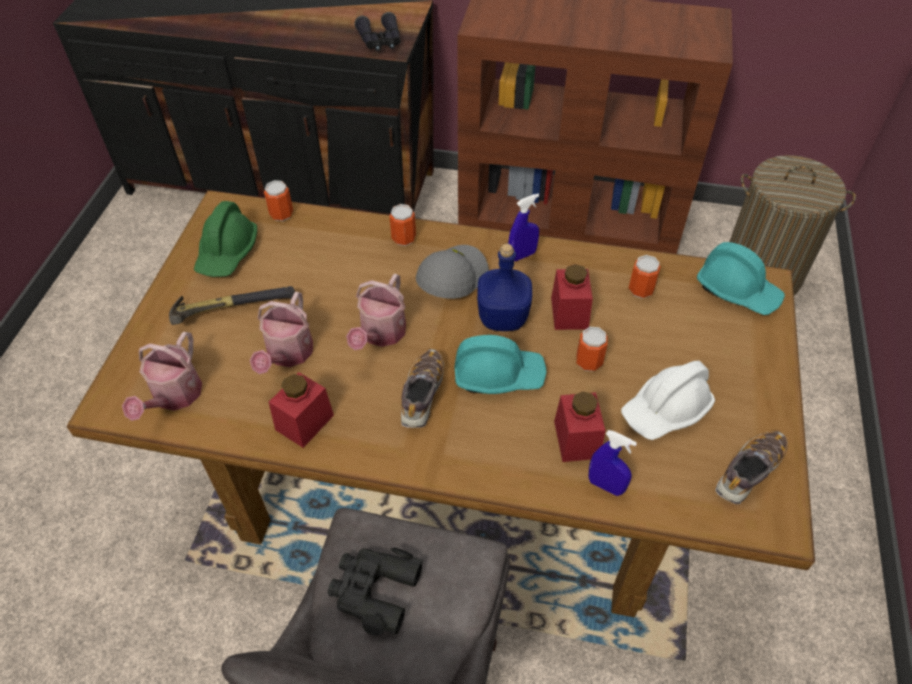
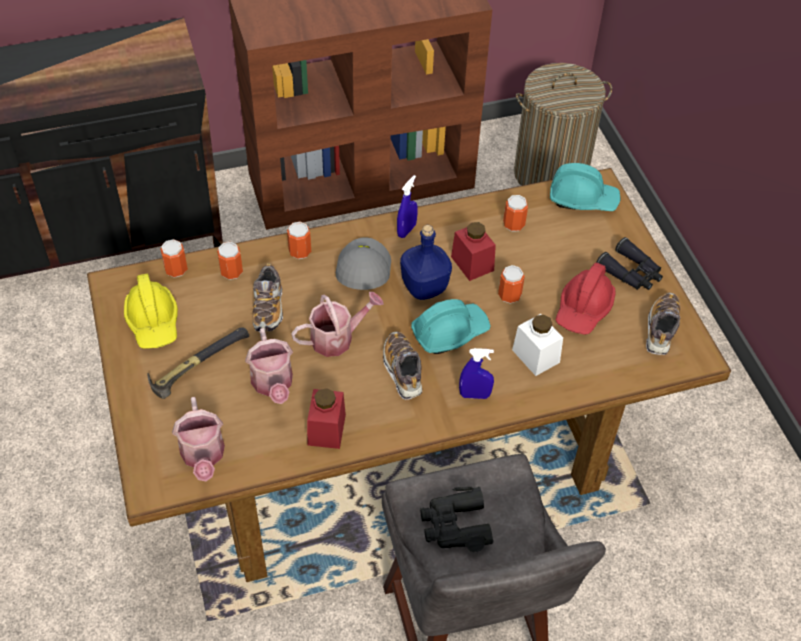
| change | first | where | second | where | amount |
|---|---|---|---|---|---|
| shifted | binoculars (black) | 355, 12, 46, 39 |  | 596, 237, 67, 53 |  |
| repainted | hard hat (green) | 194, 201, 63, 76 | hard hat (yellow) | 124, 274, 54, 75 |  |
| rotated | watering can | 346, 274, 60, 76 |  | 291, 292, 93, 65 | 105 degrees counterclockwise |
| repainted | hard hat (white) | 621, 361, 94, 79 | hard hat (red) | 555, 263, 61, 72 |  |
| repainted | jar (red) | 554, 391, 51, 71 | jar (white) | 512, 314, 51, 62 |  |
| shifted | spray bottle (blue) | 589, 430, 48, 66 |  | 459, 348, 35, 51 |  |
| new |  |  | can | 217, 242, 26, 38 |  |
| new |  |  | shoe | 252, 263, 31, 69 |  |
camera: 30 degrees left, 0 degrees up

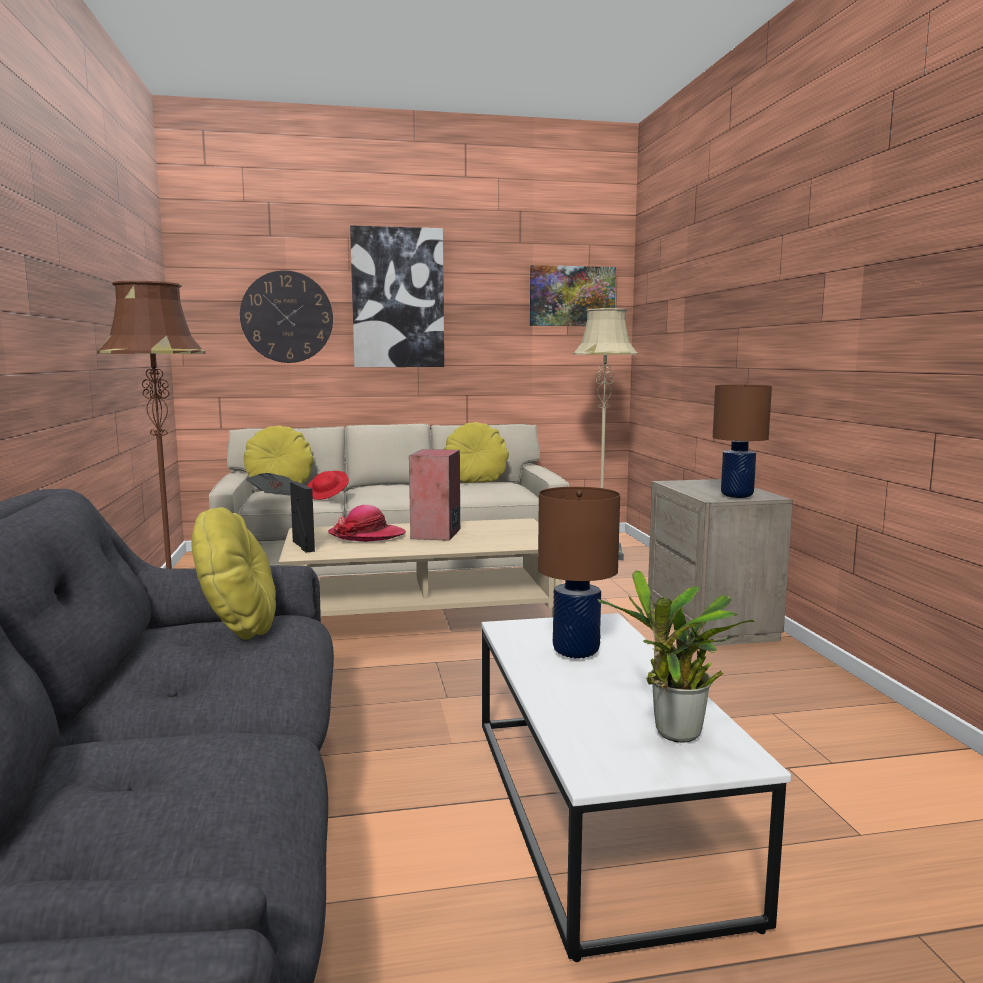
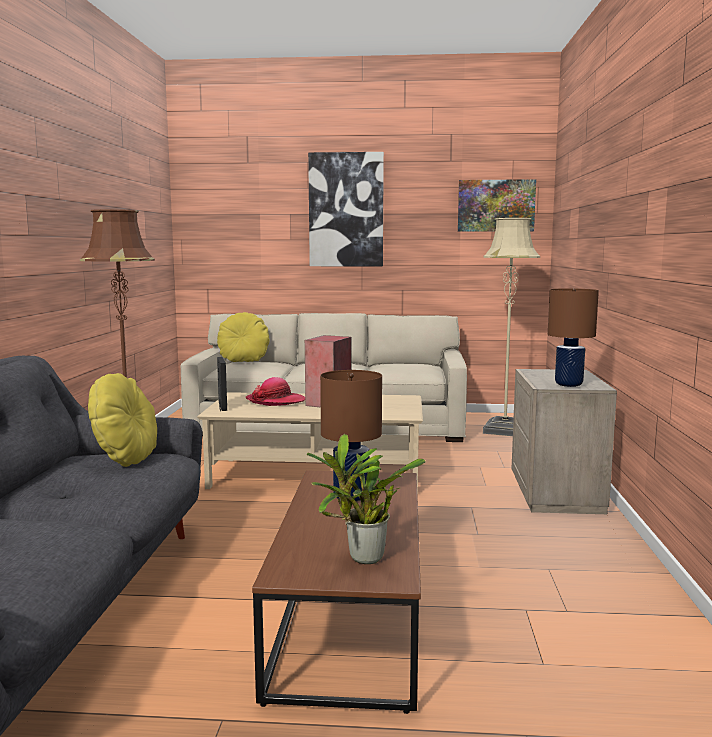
| change | first | where | second | where | amount |
|---|---|---|---|---|---|
| gone | wall clock | 240, 270, 93, 93 |  |  |  |
| gone | pillow (yellow) | 444, 422, 65, 61 |  |  |  |
| gone | hat (red) | 307, 471, 42, 29 |  |  |  |
| gone | newspaper | 246, 473, 48, 22 |  |  |  |
| repainted | coffee table (white) | 482, 613, 309, 349 | coffee table (brown) | 252, 470, 169, 244 |  |
camera: 15 degrees right, 0 degrees up

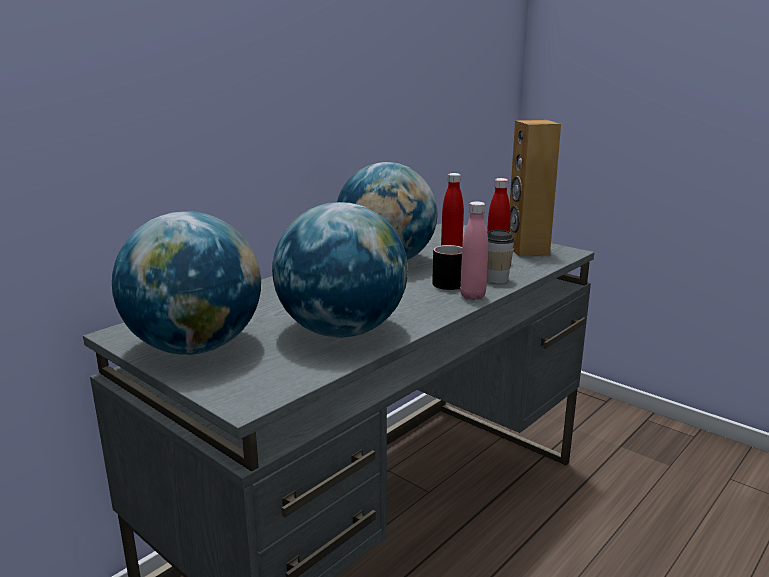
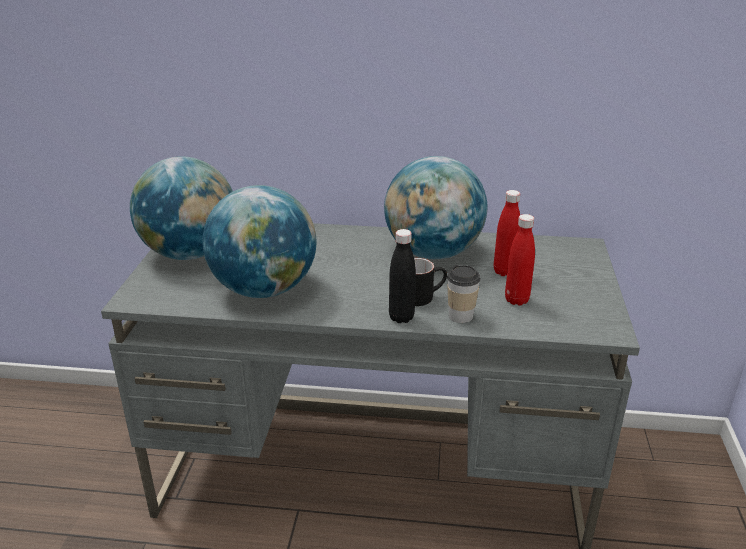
| change | first | where | second | where | amount |
|---|---|---|---|---|---|
| gone | speaker (brown) | 510, 120, 51, 136 |  |  |  |
| repainted | bottle (pink) | 460, 201, 28, 99 | bottle (black) | 389, 229, 27, 94 |  |
camera: 55 degrees right, 10 degrees up

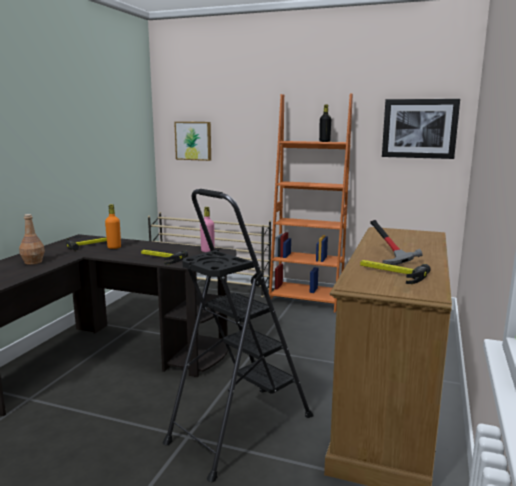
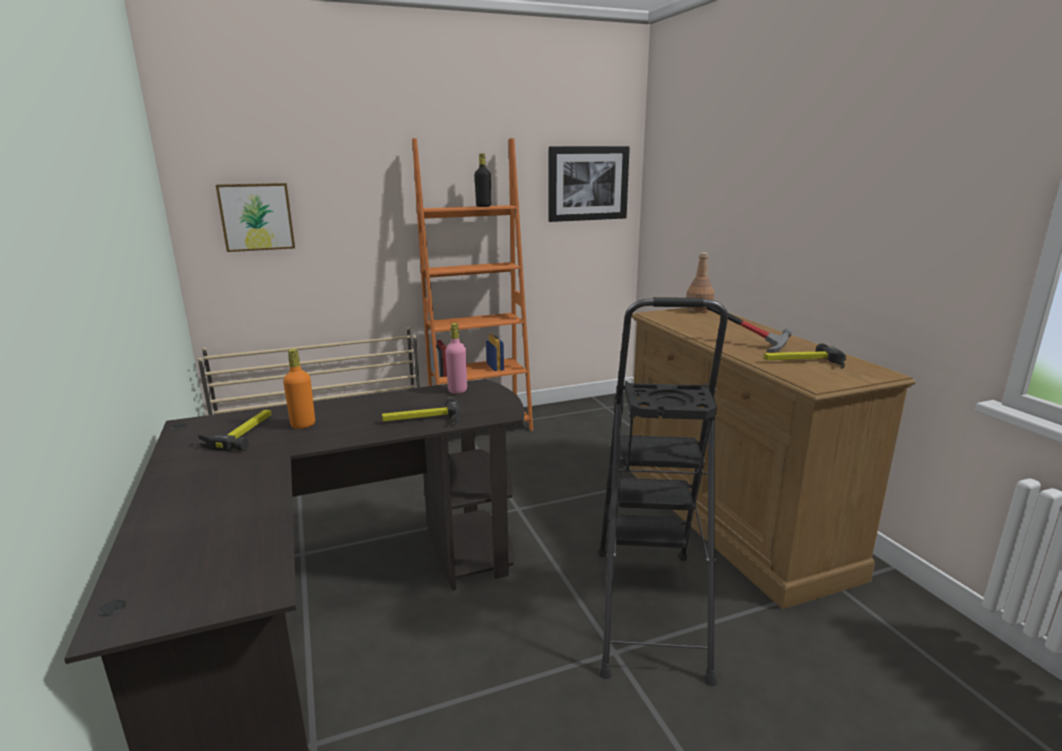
| change | first | where | second | where | amount |
|---|---|---|---|---|---|
| shifted | bottle (brown) | 19, 214, 26, 51 |  | 686, 253, 28, 60 |  |
camera: 40 degrees left, 5 degrees up

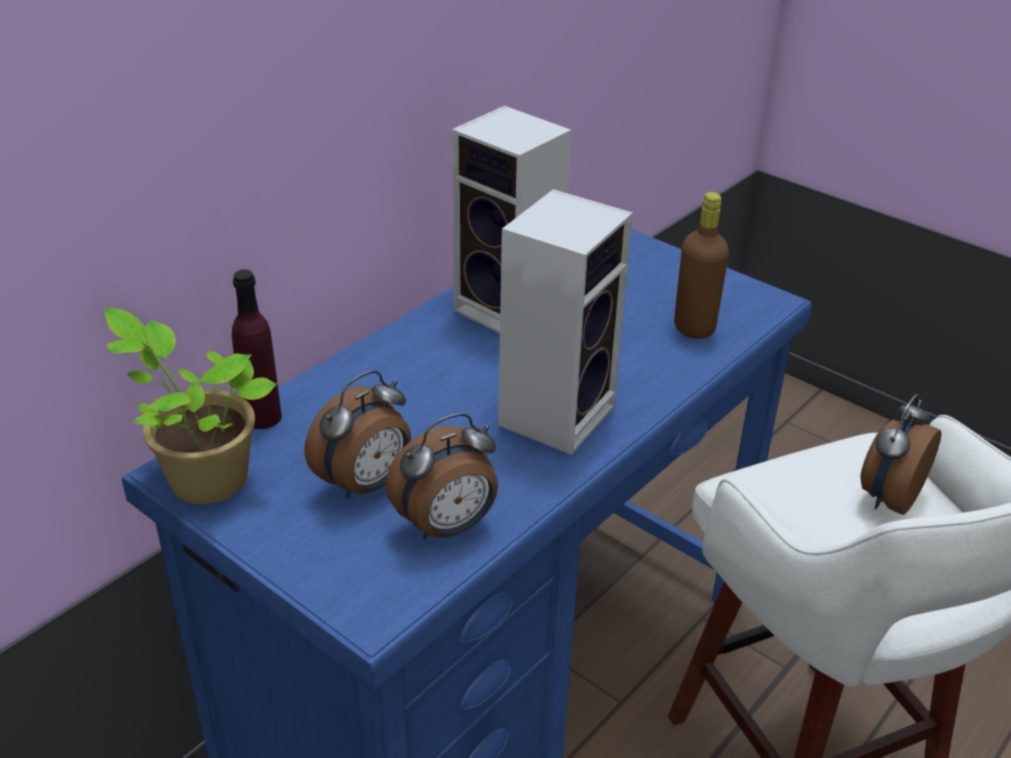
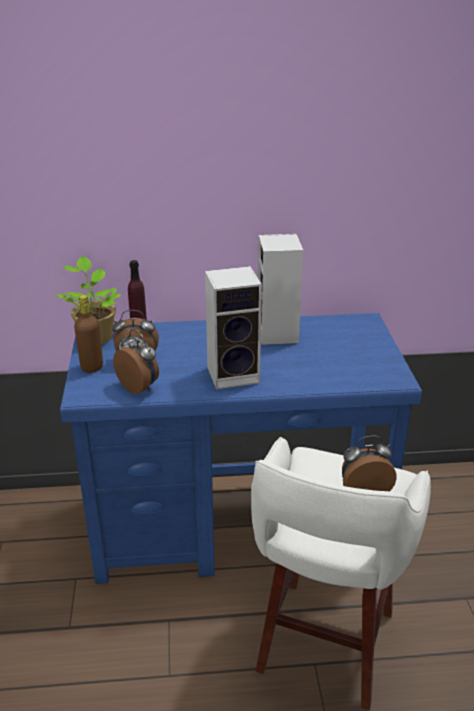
| change | first | where | second | where | amount |
|---|---|---|---|---|---|
| shifted | bottle (brown) | 674, 192, 55, 147 |  | 74, 295, 29, 78 |  |
| rotated | alarm clock | 385, 413, 113, 126 |  | 113, 330, 46, 64 | 150 degrees counterclockwise |
camera: 45 degrees right, 5 degrees down

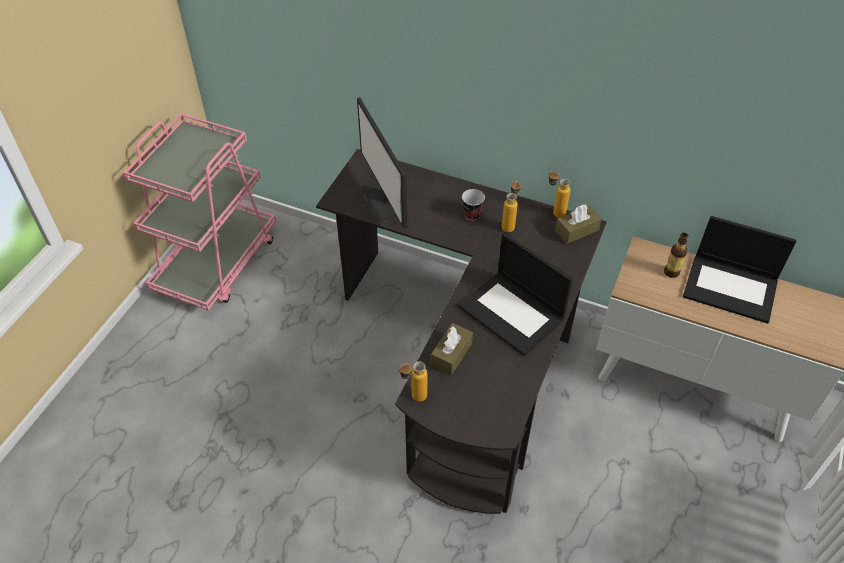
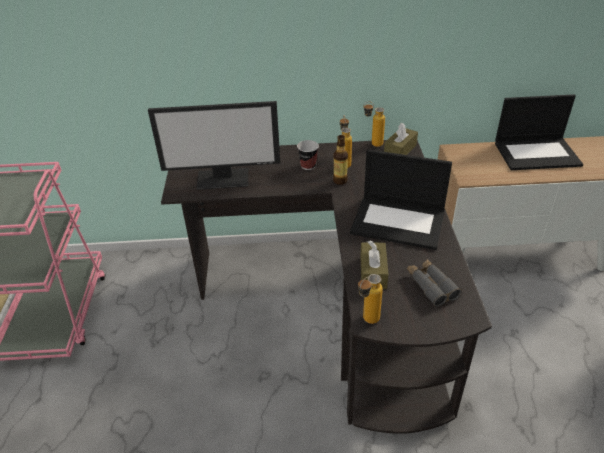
| change | first | where | second | where | amount |
|---|---|---|---|---|---|
| rotated | monitor | 357, 97, 51, 132 |  | 148, 101, 132, 89 | 45 degrees counterclockwise |
| shifted | bottle | 664, 232, 25, 46 |  | 333, 135, 15, 50 |  |
| new |  |  | binoculars (grey) | 407, 259, 54, 48 |  |
camera: 25 degrees left, 10 degrees down

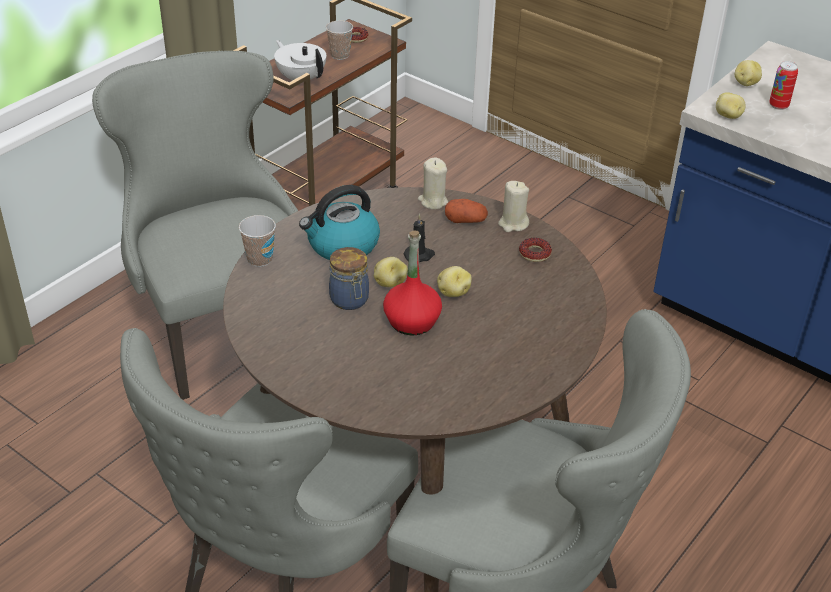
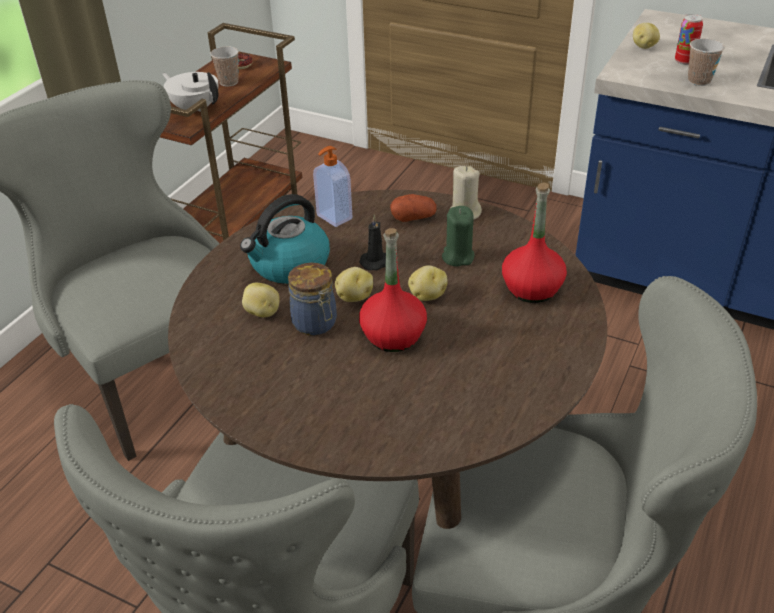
| change | first | where | second | where | amount |
|---|---|---|---|---|---|
| shifted | potato | 716, 92, 30, 27 |  | 242, 283, 38, 35 |  |
| gone | candle (beige) | 418, 158, 30, 51 |  |  |  |
| shifted | cup | 239, 215, 37, 52 |  | 688, 38, 37, 48 |  |
| gone | donut | 519, 238, 33, 24 |  |  |  |
| new |  |  | soap dispenser | 313, 146, 39, 81 |  |
| new |  |  | bottle (red) | 502, 182, 65, 121 |  |
| new |  |  | candle (green) | 442, 206, 33, 61 |  |
camera: 10 degrees left, 0 degrees up

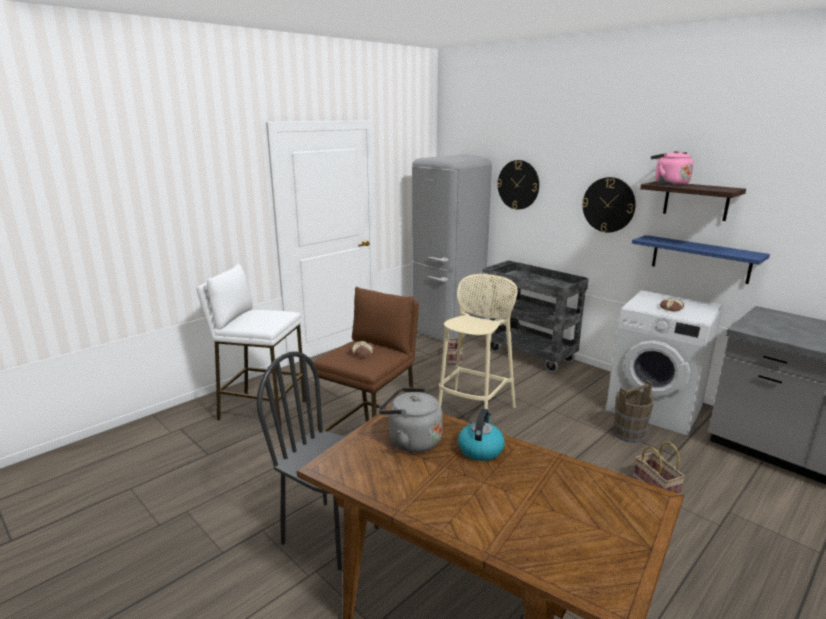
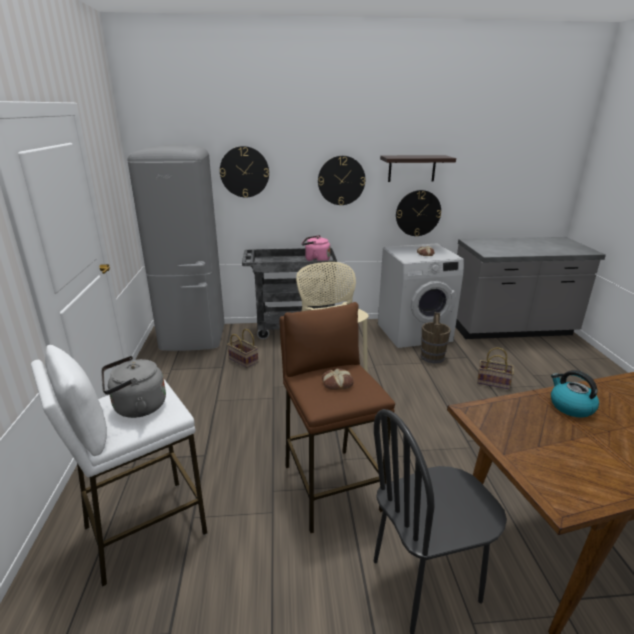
| change | first | where | second | where | amount |
|---|---|---|---|---|---|
| shifted | kettle (pink) | 651, 150, 43, 35 |  | 302, 235, 29, 26 |  |
| swapped | shelf (blue) | 632, 235, 138, 49 | wall clock | 396, 190, 45, 46 |  |
| shifted | kettle (grey) | 379, 388, 64, 64 |  | 101, 356, 65, 62 |  |
camera: 50 degrees left, 5 degrees up

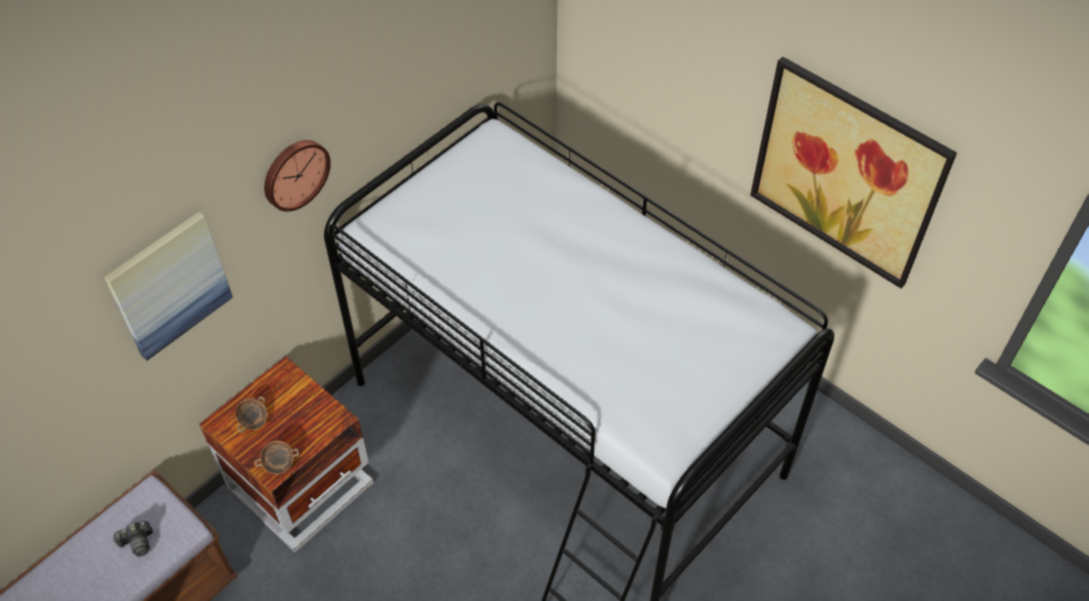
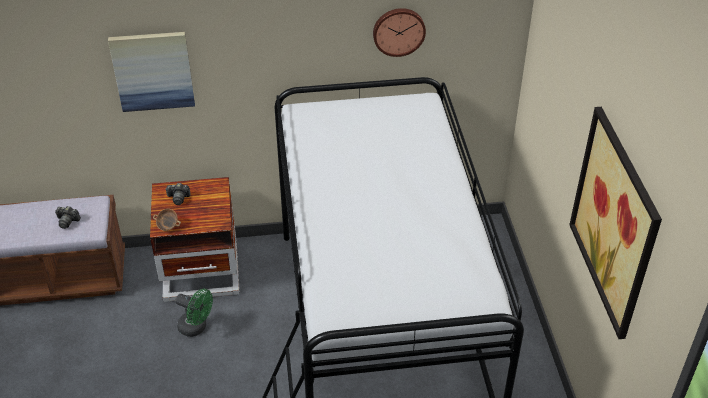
| change | first | where | second | where | amount |
|---|---|---|---|---|---|
| shifted | wall clock | 264, 140, 67, 72 |  | 373, 8, 53, 49 |  |
| swapped | bowl | 235, 396, 32, 37 | photo camera | 165, 183, 26, 22 |  |
| new |  |  | fan (green) | 176, 289, 37, 48 |  |
camera: 40 degrees right, 10 degrees down

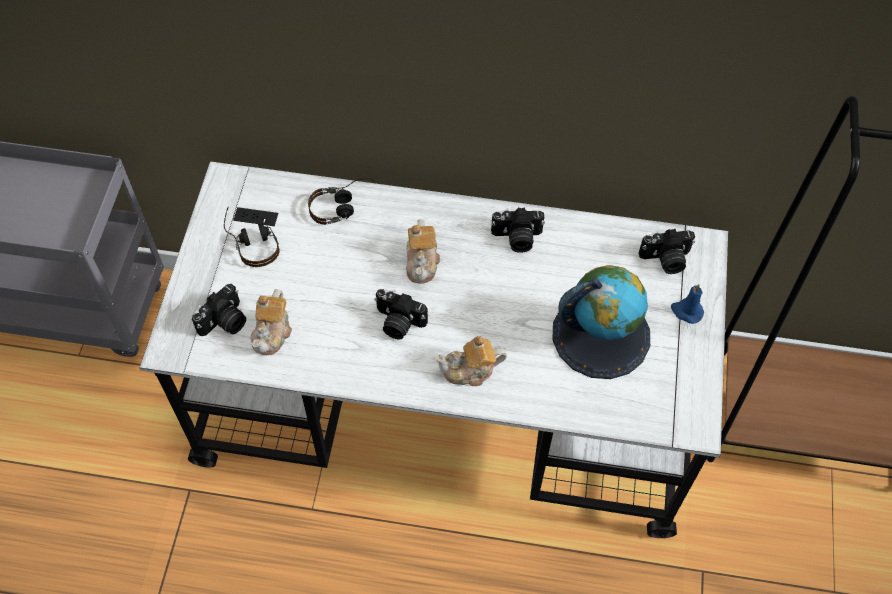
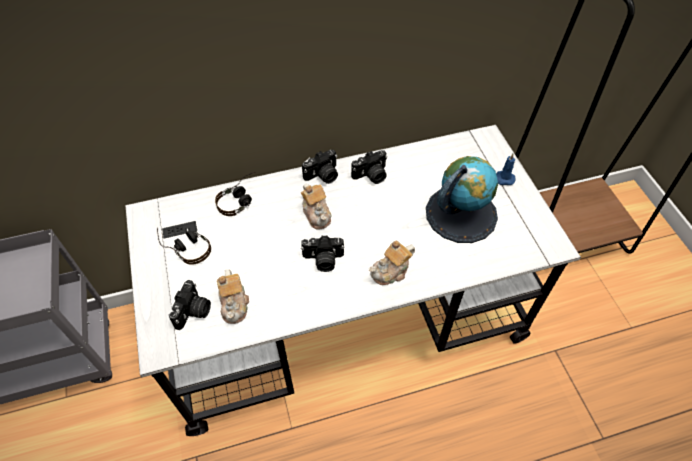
| change | first | where | second | where | amount |
|---|---|---|---|---|---|
| shifted | photo camera | 639, 229, 56, 45 |  | 302, 150, 36, 34 |  |
camera: 25 degrees left, 5 degrees down

